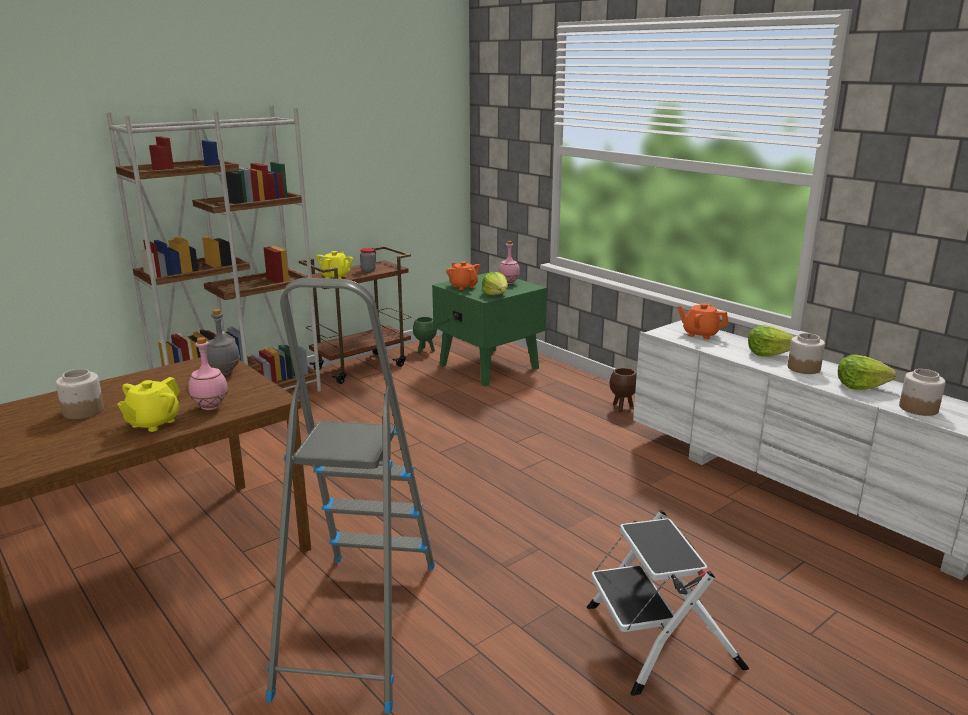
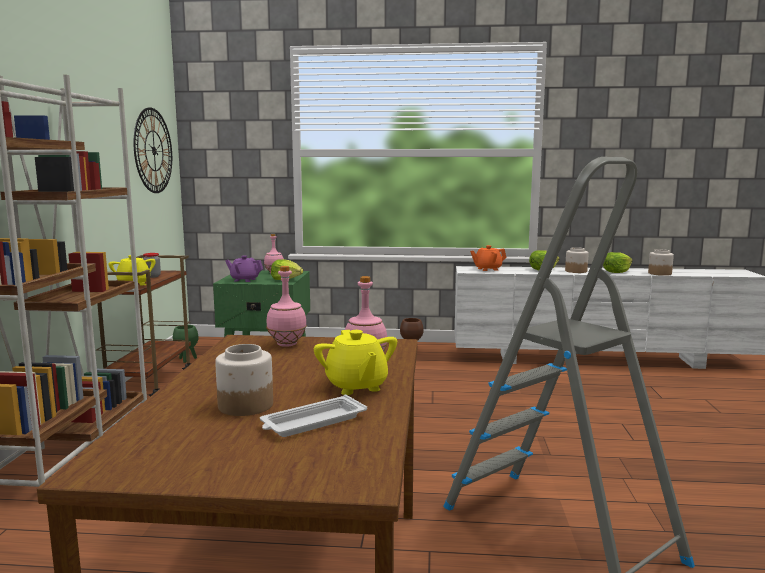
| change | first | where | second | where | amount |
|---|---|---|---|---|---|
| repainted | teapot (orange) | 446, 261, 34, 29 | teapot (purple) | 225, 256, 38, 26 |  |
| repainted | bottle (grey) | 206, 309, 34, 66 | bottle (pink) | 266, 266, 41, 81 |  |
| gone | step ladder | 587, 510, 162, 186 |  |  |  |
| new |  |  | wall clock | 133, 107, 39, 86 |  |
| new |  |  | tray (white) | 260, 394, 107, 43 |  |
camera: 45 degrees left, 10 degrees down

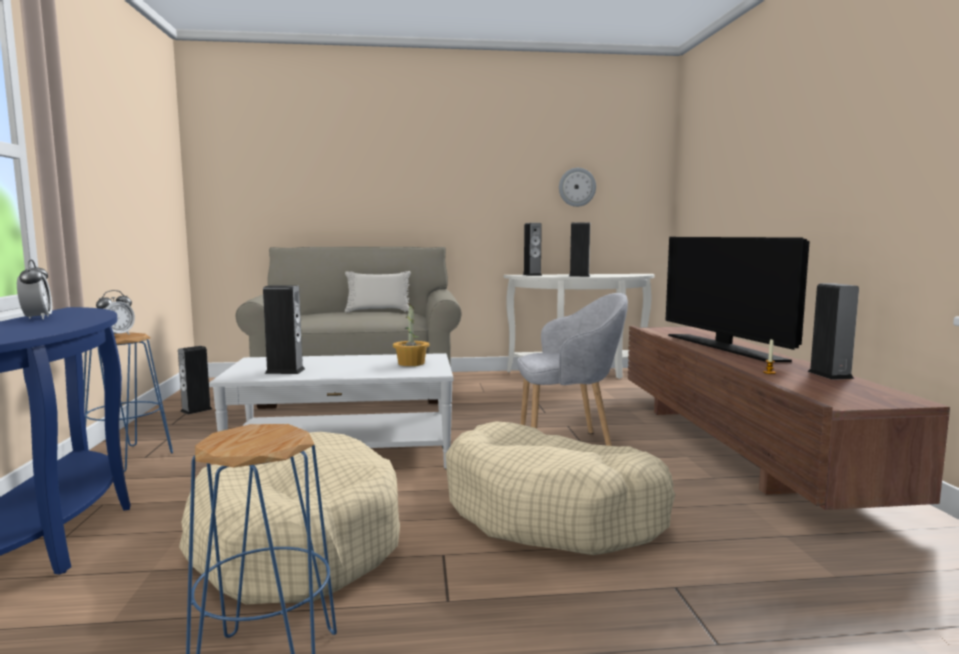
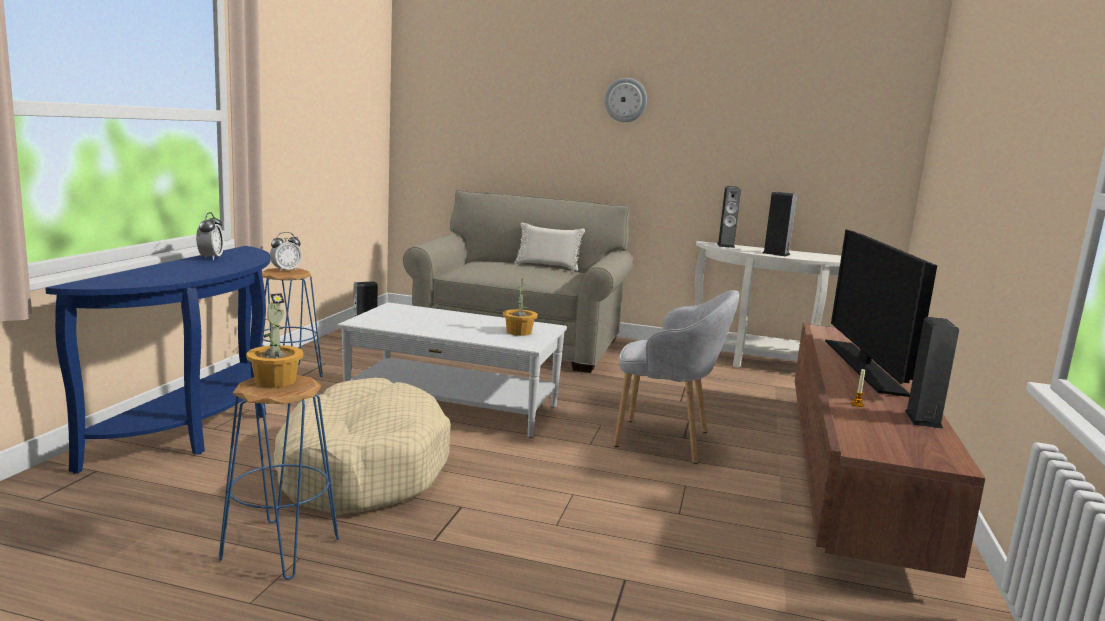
| change | first | where | second | where | amount |
|---|---|---|---|---|---|
| shifted | wall clock | 559, 168, 37, 39 |  | 604, 78, 43, 44 |  |
| gone | speaker | 263, 286, 42, 88 |  |  |  |
| gone | dog bed (beige) | 446, 421, 230, 134 |  |  |  |
| new |  |  | potted plant | 246, 293, 57, 95 |  |
camera: 20 degrees right, 5 degrees up

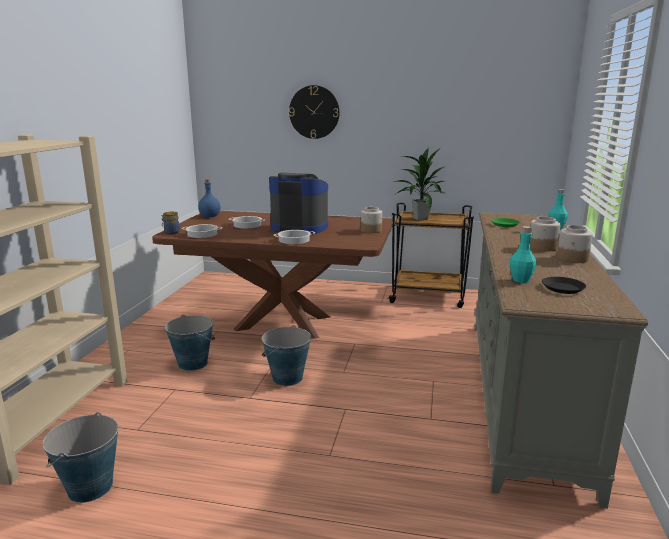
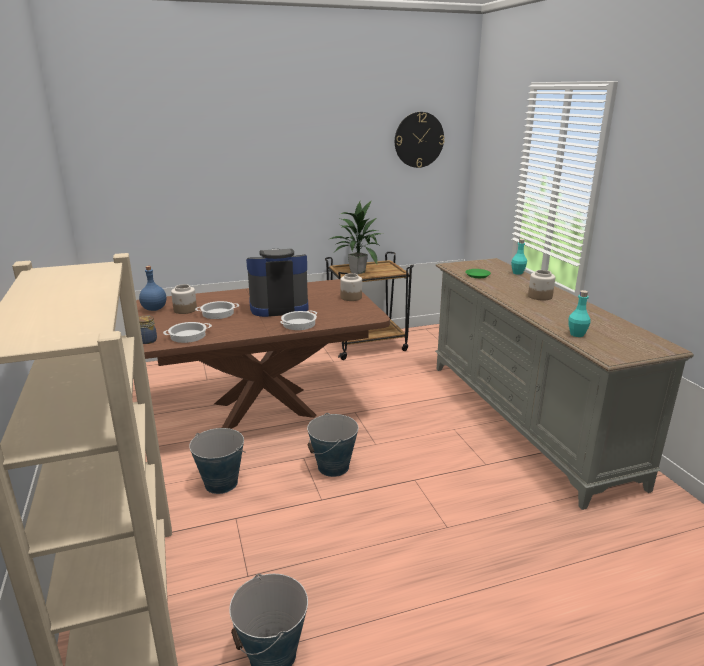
| change | first | where | second | where | amount |
|---|---|---|---|---|---|
| shifted | wall clock | 289, 85, 51, 54 |  | 395, 112, 50, 56 |  |
| shifted | jar | 557, 225, 36, 38 |  | 171, 284, 26, 30 |  |
| gone | plate (black) | 542, 277, 44, 17 |  |  |  |
camera: 30 degrees left, 5 degrees up

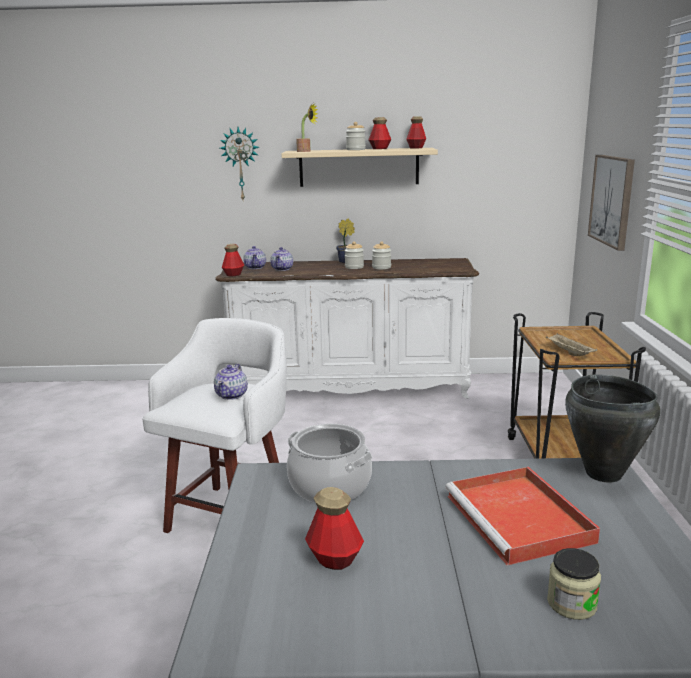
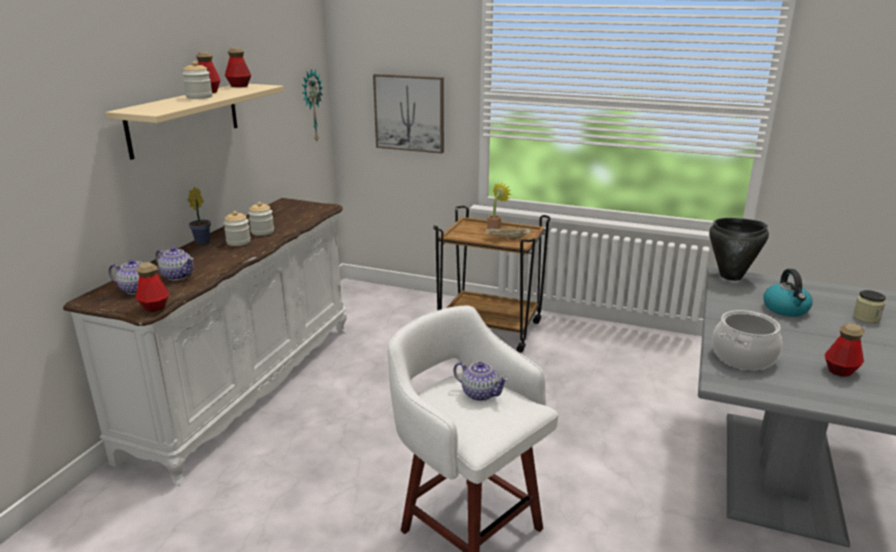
| change | first | where | second | where | amount |
|---|---|---|---|---|---|
| shifted | potted plant | 296, 103, 22, 49 |  | 487, 182, 24, 47 |  |
| shifted | wall clock | 220, 127, 39, 73 |  | 302, 69, 21, 72 |  |
| swapped | tray (red) | 445, 467, 155, 99 | kettle | 764, 269, 49, 48 |  |
camera: 70 degrees left, 5 degrees up

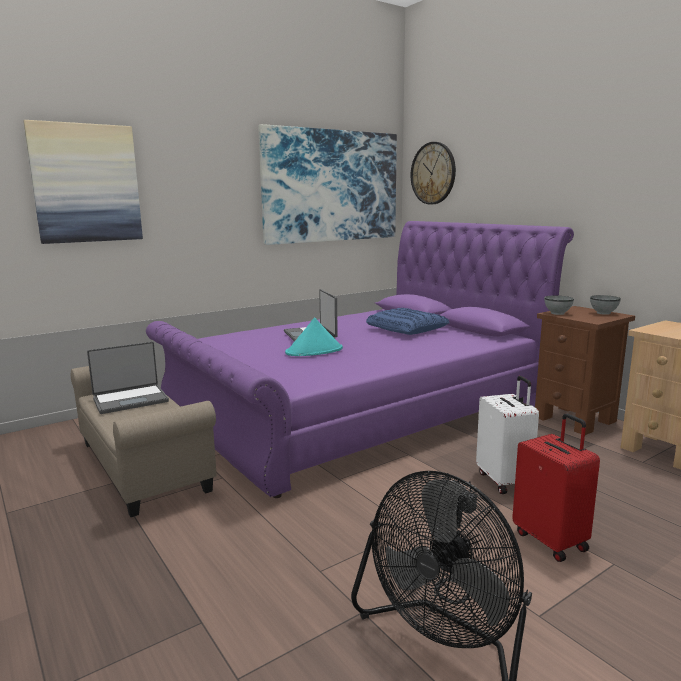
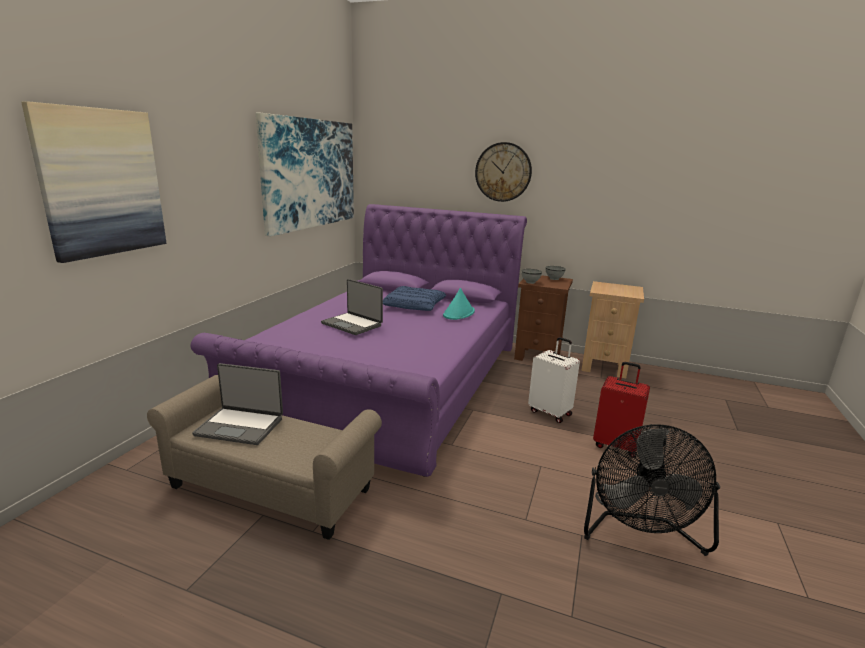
| change | first | where | second | where | amount |
|---|---|---|---|---|---|
| shifted | wall clock | 411, 142, 45, 63 |  | 475, 142, 57, 60 |  |
| shifted | hat (turquoise) | 285, 318, 58, 38 |  | 443, 288, 32, 32 |  |
| rotated | laptop | 87, 342, 82, 72 |  | 192, 363, 91, 82 | 75 degrees clockwise |
camera: 35 degrees left, 5 degrees up

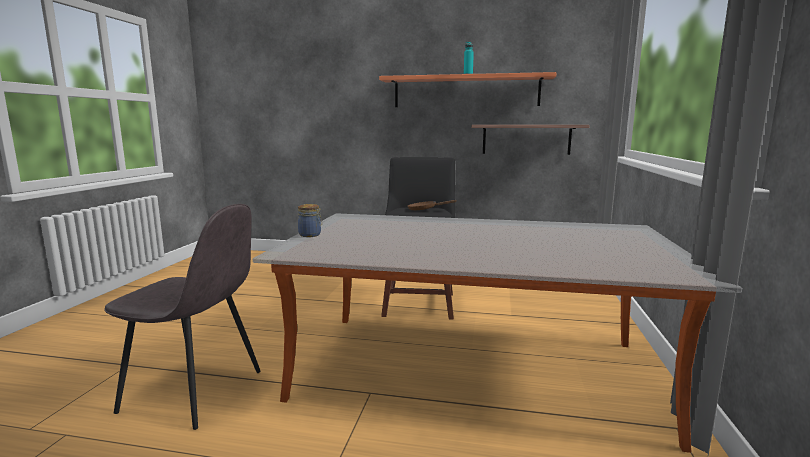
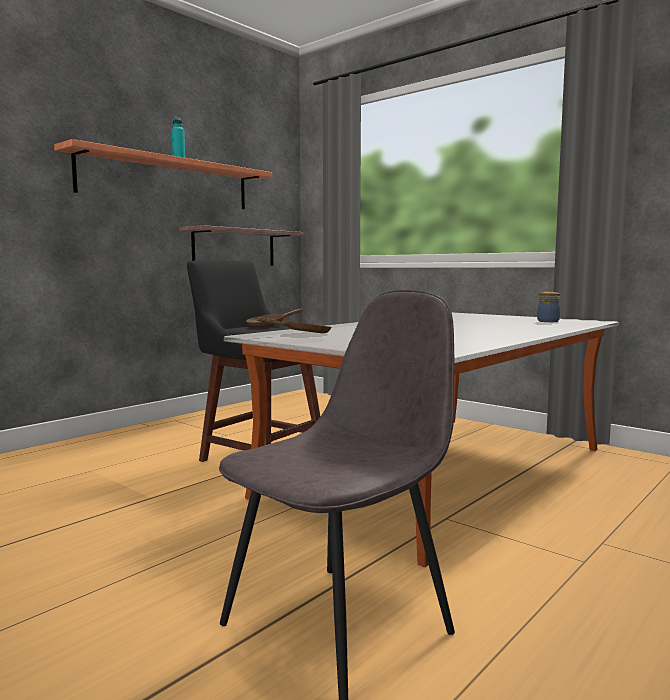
| change | first | where | second | where | amount |
|---|---|---|---|---|---|
| shifted | jar | 298, 204, 24, 33 |  | 537, 292, 23, 30 |  |
| new |  |  | frying pan (brown) | 257, 317, 74, 16 |  |
camera: 60 degrees left, 5 degrees down

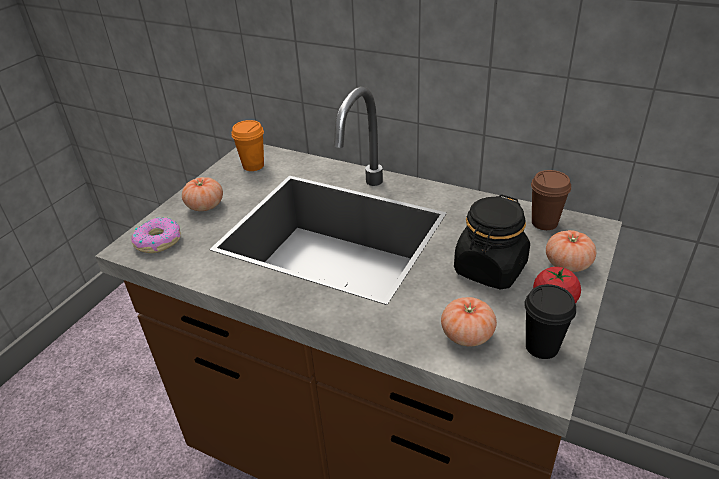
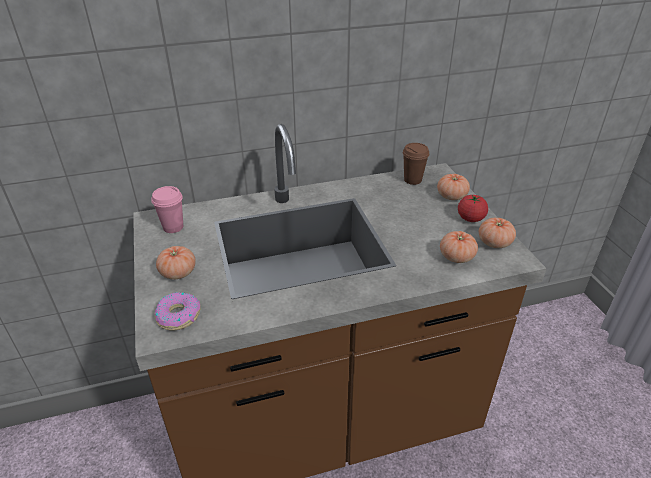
| change | first | where | second | where | amount |
|---|---|---|---|---|---|
| repainted | cup (orange) | 232, 120, 32, 51 | cup (pink) | 151, 186, 32, 47 |  |
| gone | jar (black) | 454, 195, 76, 95 |  |  |  |
| swapped | cup (black) | 524, 284, 52, 75 | tomato | 479, 218, 37, 30 |  |
camera: 45 degrees left, 0 degrees up

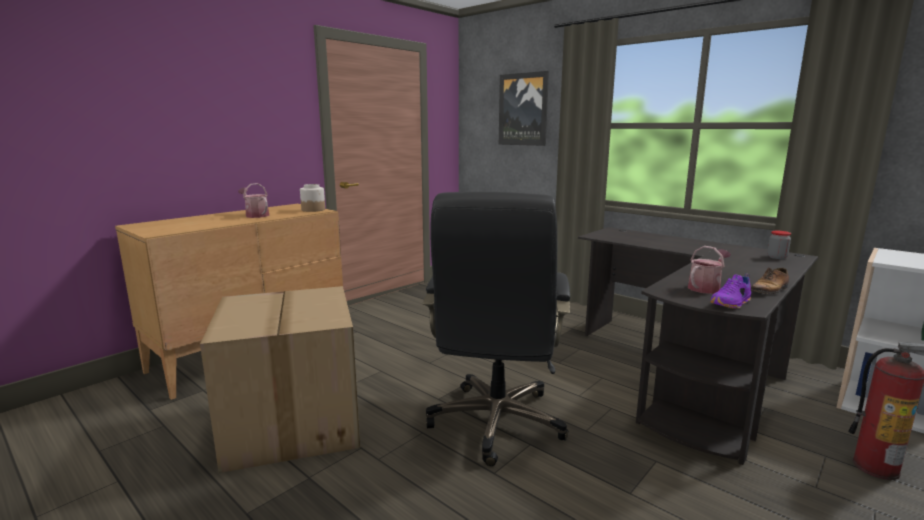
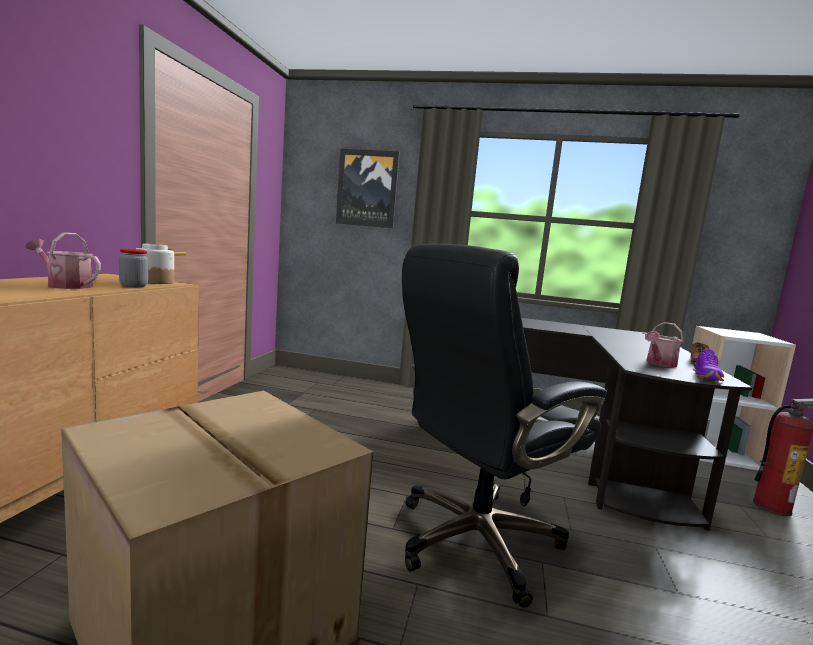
| change | first | where | second | where | amount |
|---|---|---|---|---|---|
| rotated | office chair (black) | 422, 192, 148, 274 |  | 402, 244, 205, 363 | 75 degrees clockwise |
| shifted | jar | 767, 231, 24, 28 |  | 119, 249, 29, 38 |  |
| rotated | watering can | 688, 246, 43, 48 |  | 645, 322, 39, 45 | 150 degrees counterclockwise |
camera: 30 degrees left, 5 degrees down

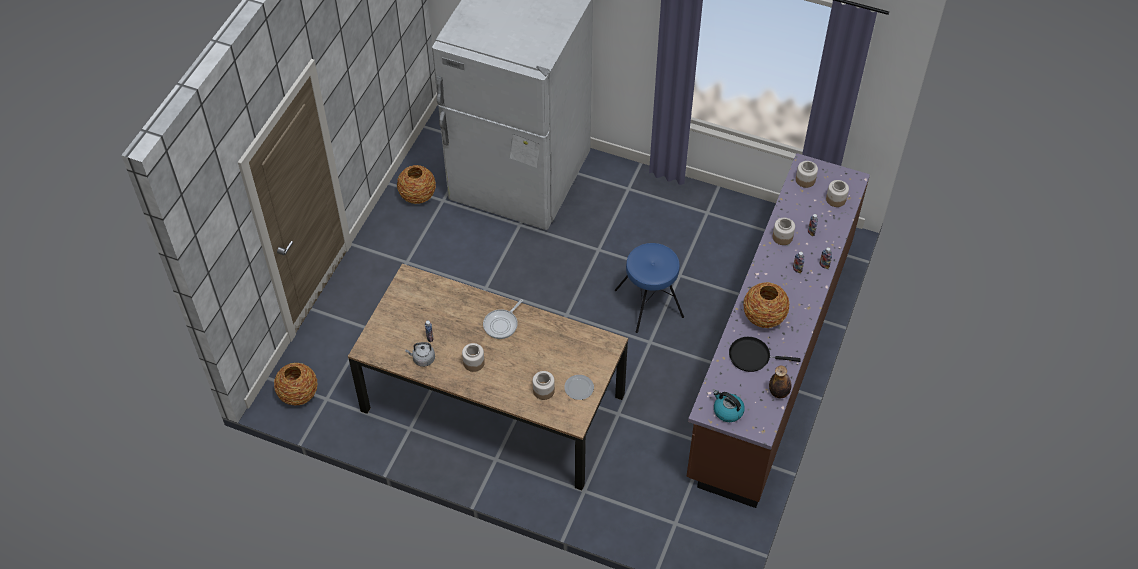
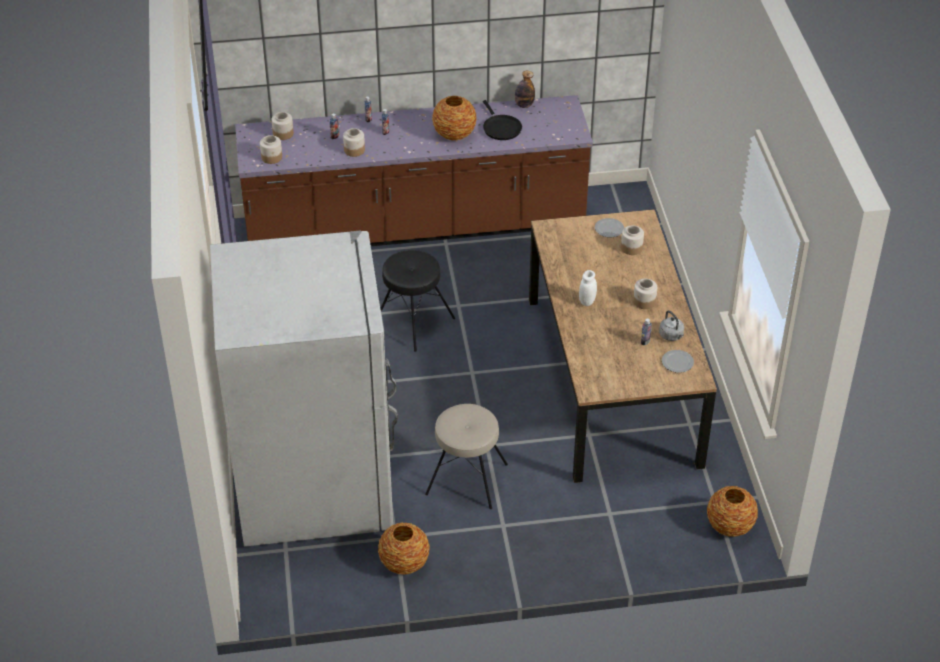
| change | first | where | second | where | amount |
|---|---|---|---|---|---|
| repainted | stool (blue) | 615, 243, 69, 90 | stool (black) | 380, 250, 75, 102 |  |
| swapped | frying pan | 483, 299, 40, 40 | jar (white) | 579, 270, 18, 36 |  |
| gone | kettle | 713, 390, 32, 32 |  |  |  |
| new |  |  | plate | 662, 350, 32, 23 |  |
| new |  |  | stool (beige) | 425, 404, 83, 105 |  |
camera: 120 degrees left, 10 degrees down

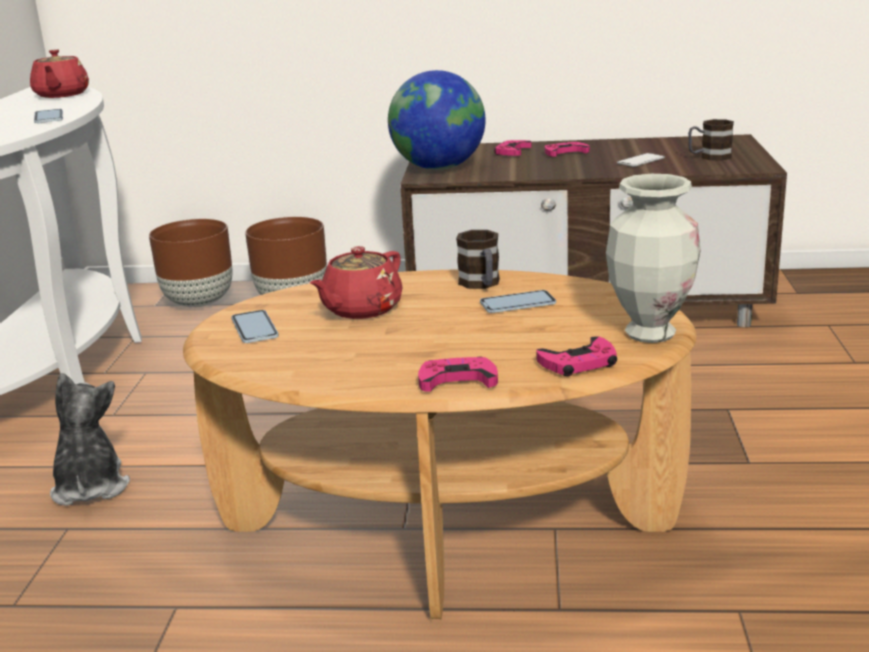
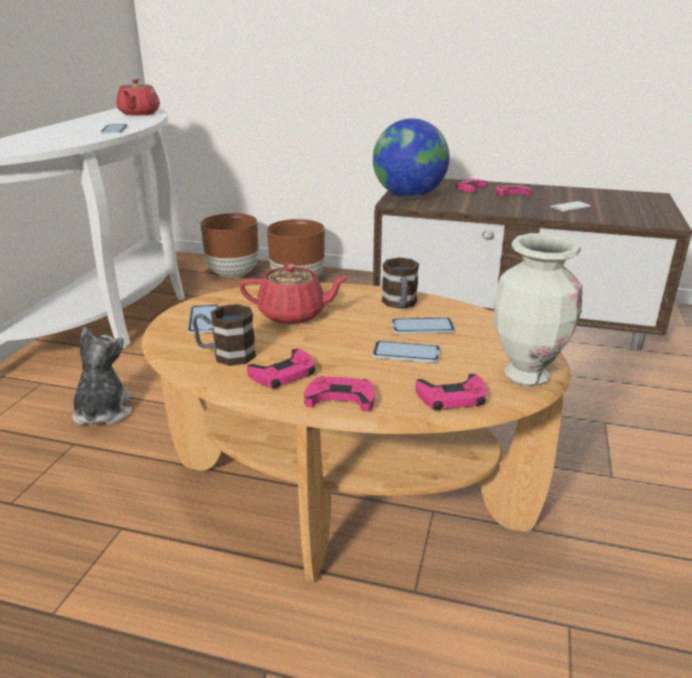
| change | first | where | second | where | amount |
|---|---|---|---|---|---|
| shifted | mug | 688, 119, 46, 42 |  | 192, 304, 64, 62 |  |
| rotated | teapot (red) | 310, 246, 93, 73 |  | 239, 264, 110, 60 | 135 degrees counterclockwise |
| new |  |  | phone | 373, 341, 67, 22 |  |
| new |  |  | game controller (pink) | 247, 349, 68, 40 |  |
camera: 10 degrees right, 5 degrees up

